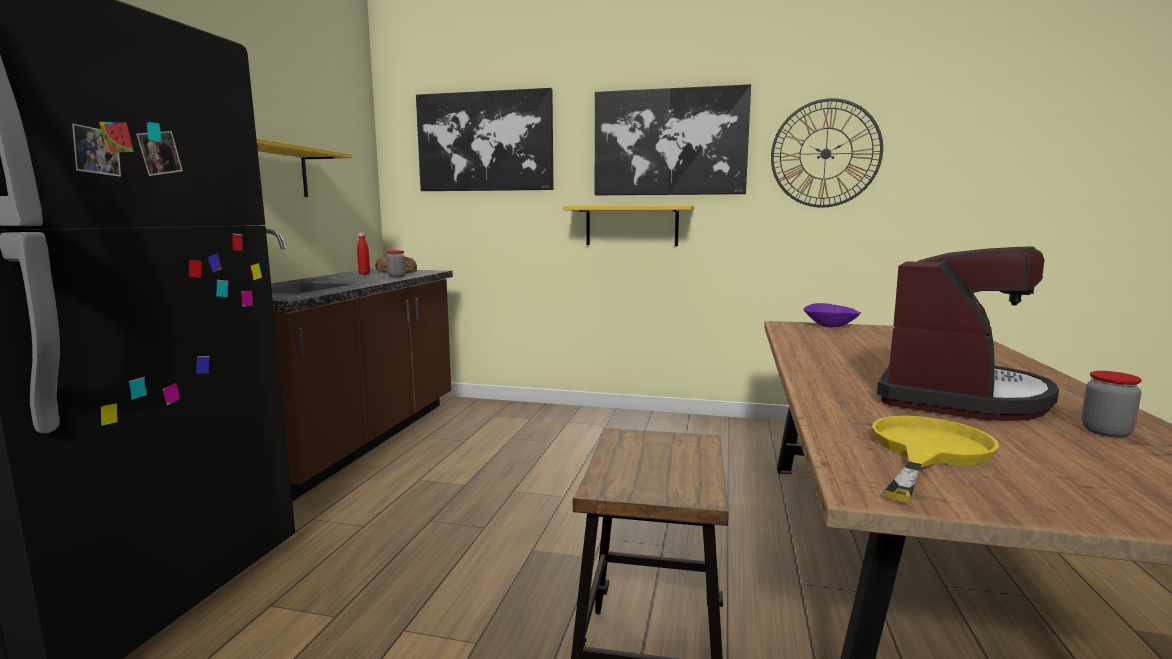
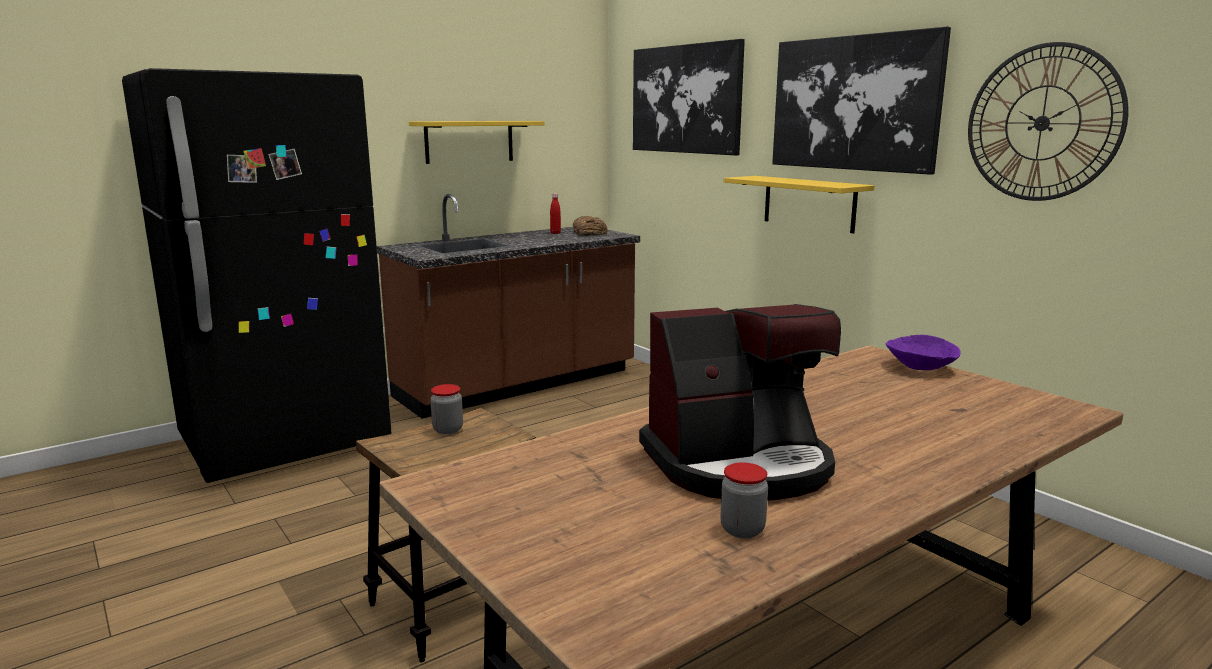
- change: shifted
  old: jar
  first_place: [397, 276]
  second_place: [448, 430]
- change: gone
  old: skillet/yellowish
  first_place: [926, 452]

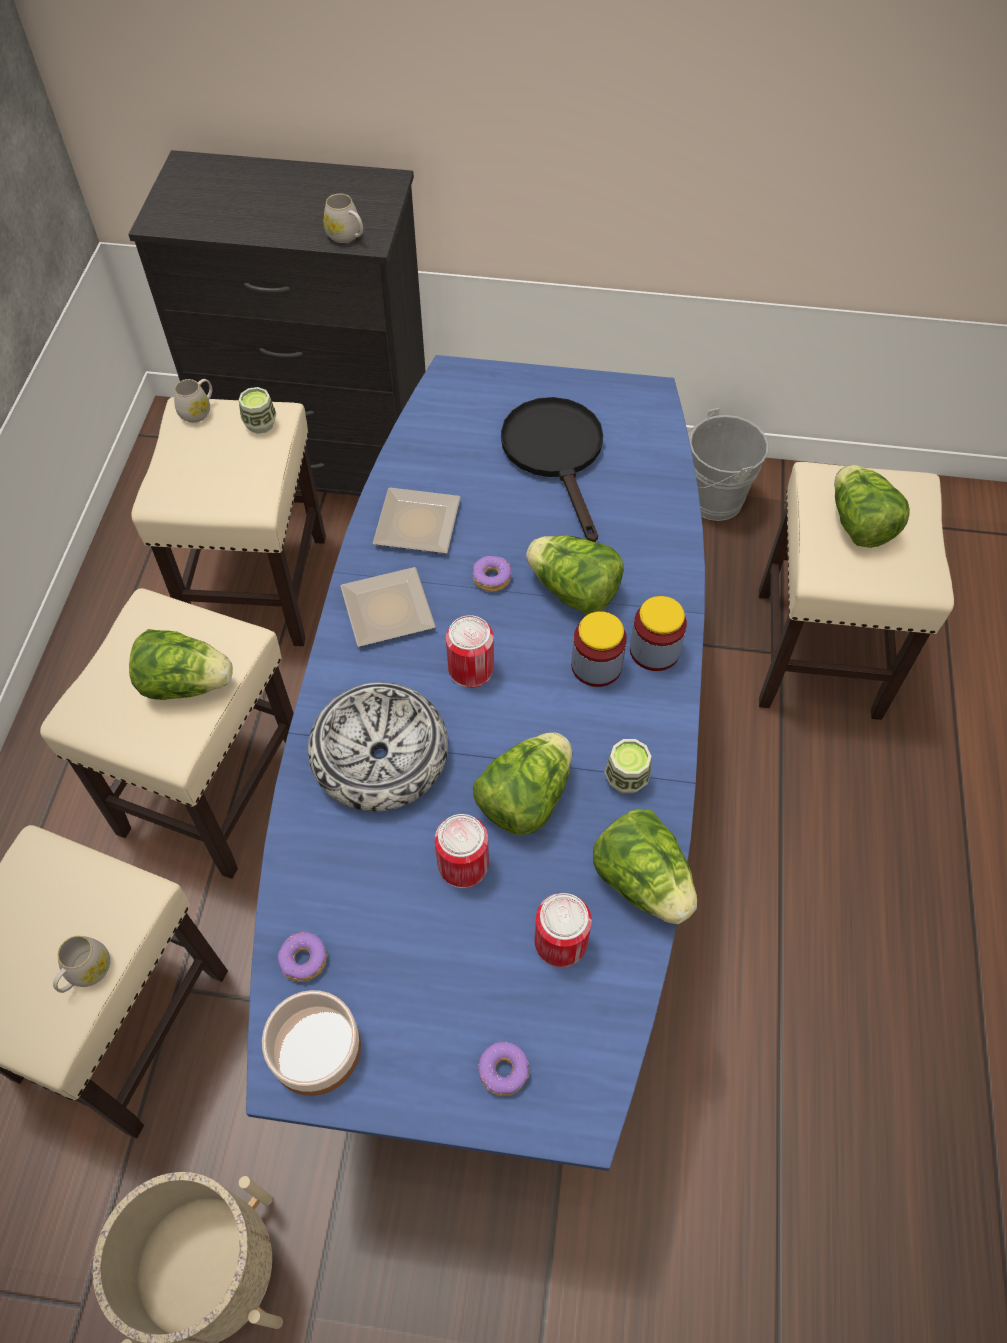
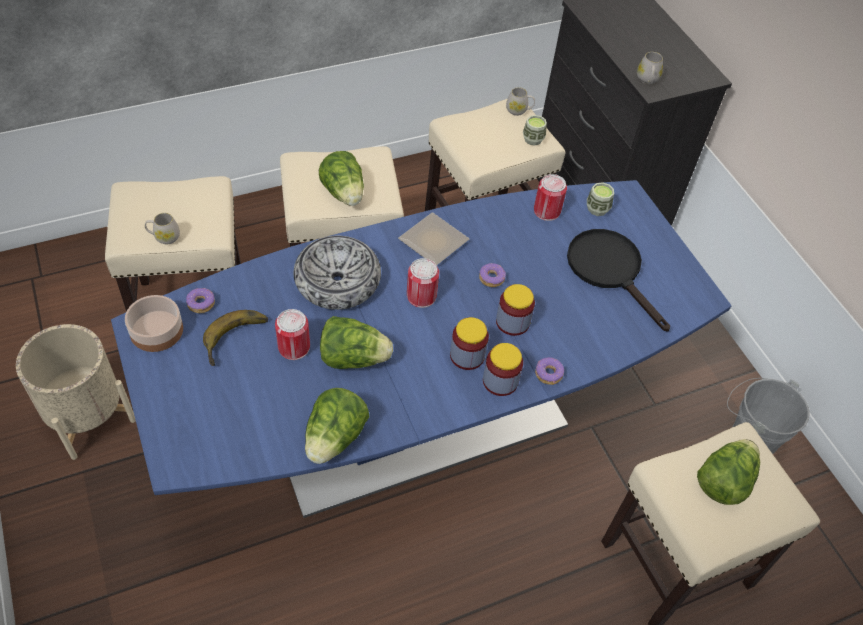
- change: new
  new: whole banana
  second_place: [238, 340]
- change: swapped
  old: head of lettuce
  new: jar
  first_place: [573, 591]
  second_place: [512, 322]
- change: shifted
  old: can
  first_place: [560, 942]
  second_place: [547, 211]
- change: shifted
  old: donut
  first_place: [504, 1071]
  second_place: [548, 374]
- change: rotated
  old: skillet/black-coloured
  first_place: [557, 455]
  second_place: [610, 270]
  degrees: -75
- change: shifted
  old: cup
  first_place: [626, 778]
  second_place: [597, 209]
- change: gone
  old: flat dish
  first_place: [415, 522]

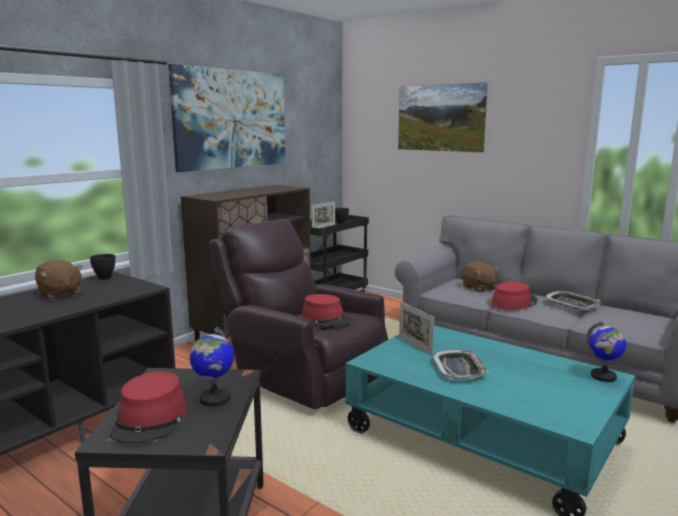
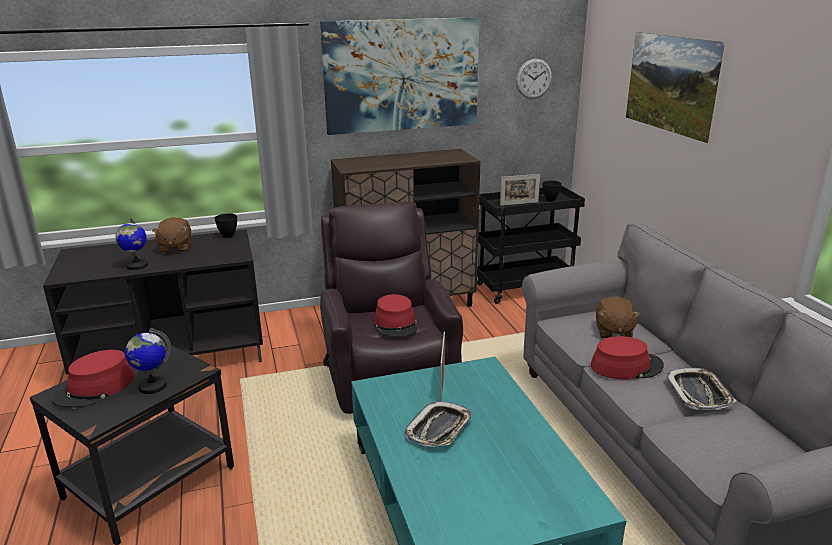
- change: shifted
  old: globe
  first_place: [603, 377]
  second_place: [137, 266]
- change: new
  new: hanging clock
  second_place: [534, 79]

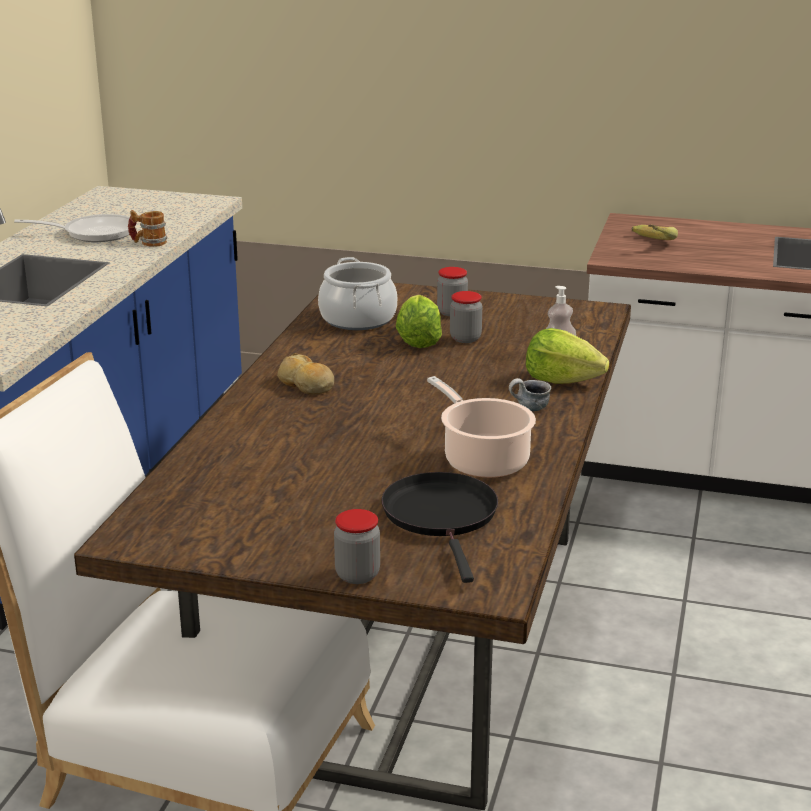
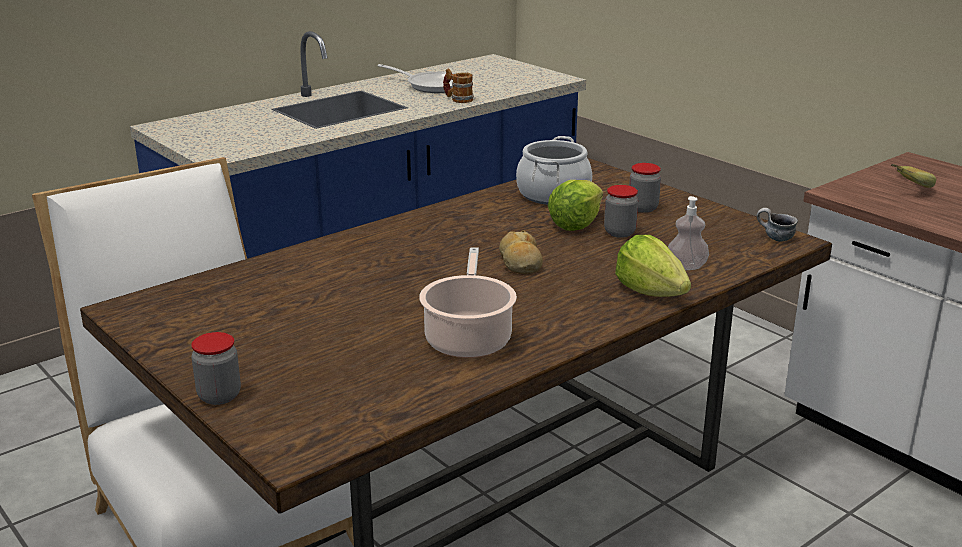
- change: shifted
  old: bakery bread
  first_place: [306, 385]
  second_place: [520, 262]
- change: shifted
  old: coffee mug
  first_place: [529, 409]
  second_place: [774, 239]
- change: gone
  old: skillet/black-coloured
  first_place: [442, 516]

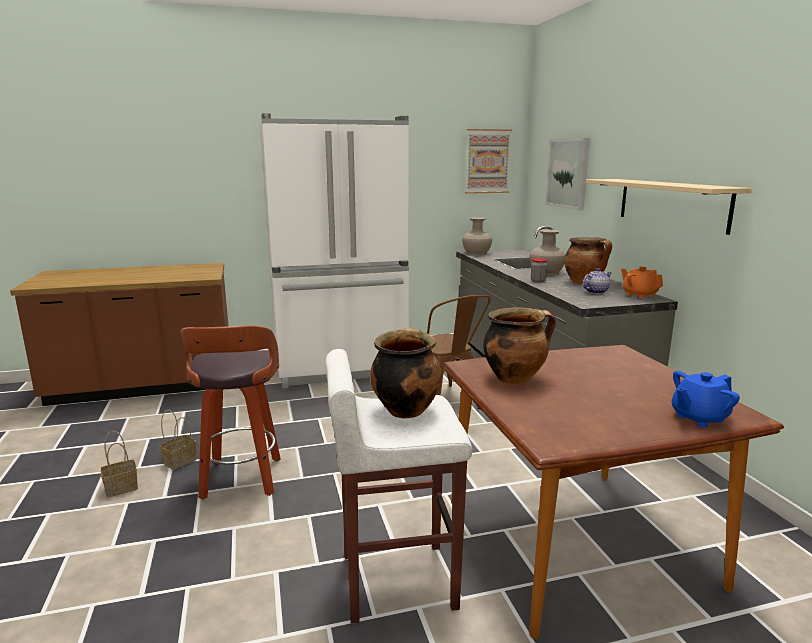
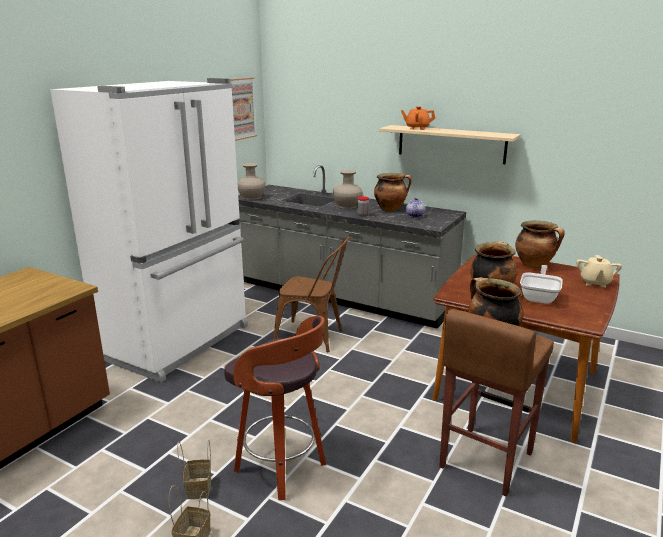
- change: shifted
  old: pot for tea/orangey
  first_place: [639, 295]
  second_place: [417, 128]
- change: repainted
  old: sitting stool/whitish
  new: sitting stool/brown-coloured
  first_place: [396, 580]
  second_place: [484, 460]
- change: new
  new: cooking pot
  second_place: [535, 265]
- change: new
  new: skillet
  second_place: [539, 297]
- change: repainted
  old: pot for tea/blue
  new: pot for tea/sand-coloured
  first_place: [699, 418]
  second_place: [595, 283]
- change: gone
  old: wall art
  first_place: [568, 173]

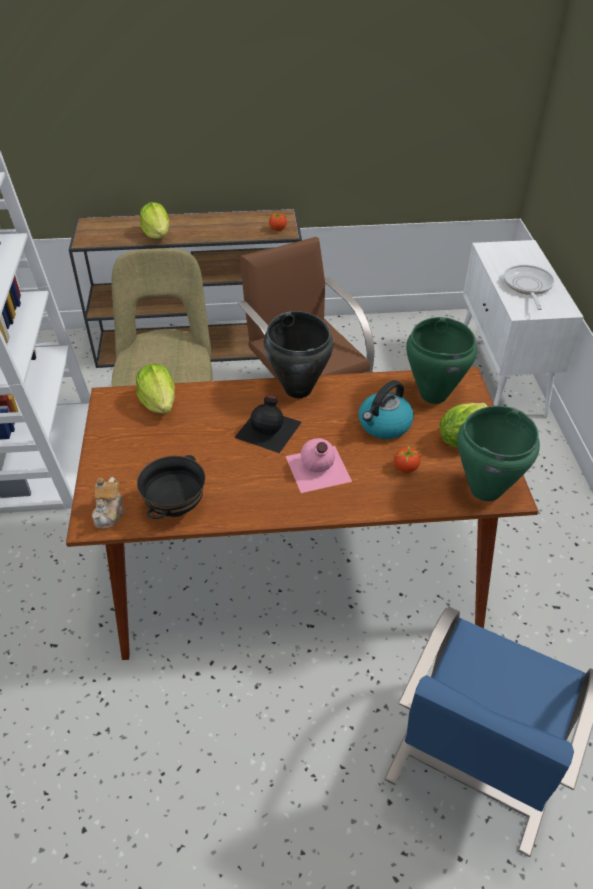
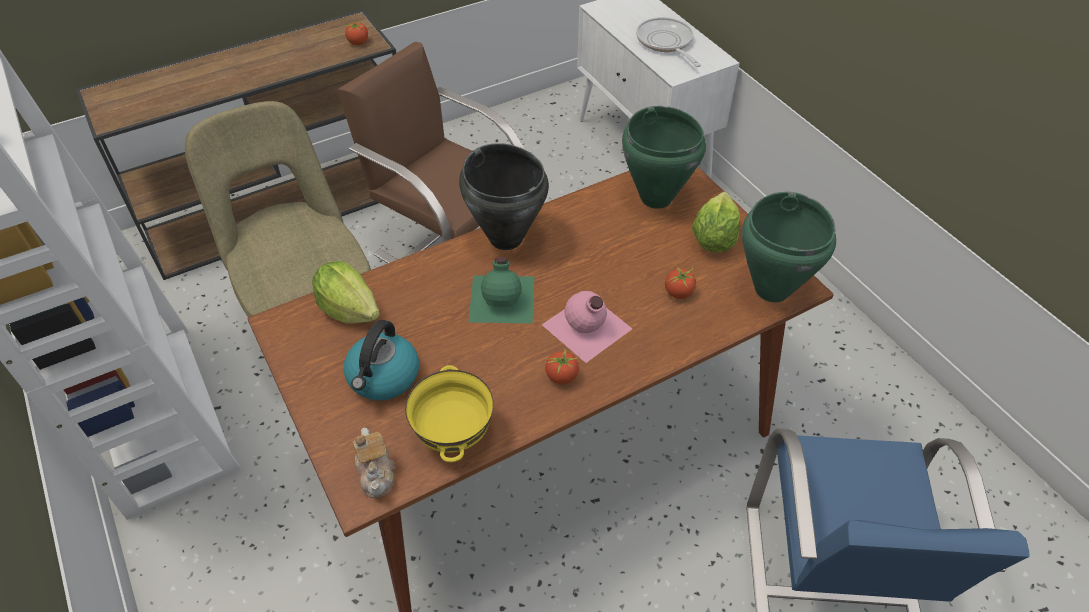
- change: shifted
  old: tea kettle
  first_place: [384, 425]
  second_place: [383, 377]
- change: repainted
  old: deep dish/black-coloured
  new: deep dish/yellowish
  first_place: [176, 508]
  second_place: [454, 435]
- change: repainted
  old: bottle/black-coloured
  new: bottle/green-coloured
  first_place: [269, 429]
  second_place: [503, 298]
- change: new
  new: tomato
  second_place: [562, 376]
- change: gone
  old: head of lettuce
  first_place: [157, 234]

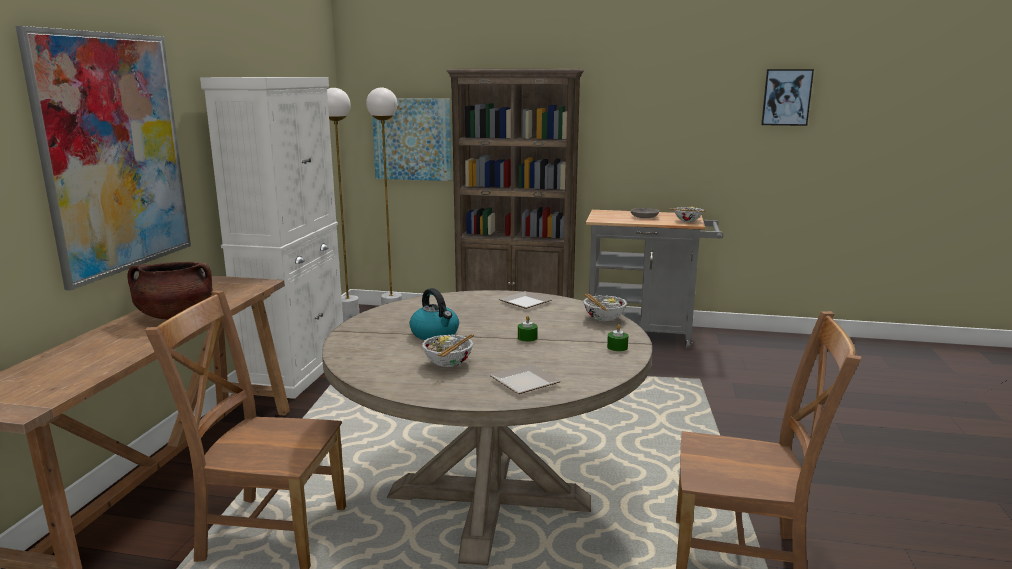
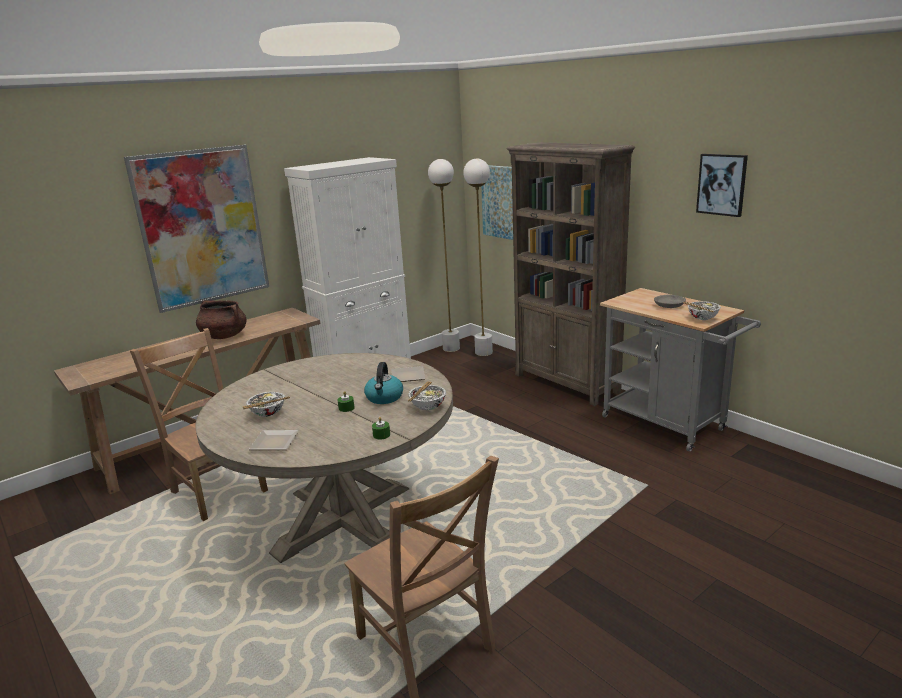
- change: shifted
  old: tea kettle
  first_place: [435, 334]
  second_place: [384, 398]
- change: shifted
  old: wall art
  first_place: [786, 97]
  second_place: [722, 184]

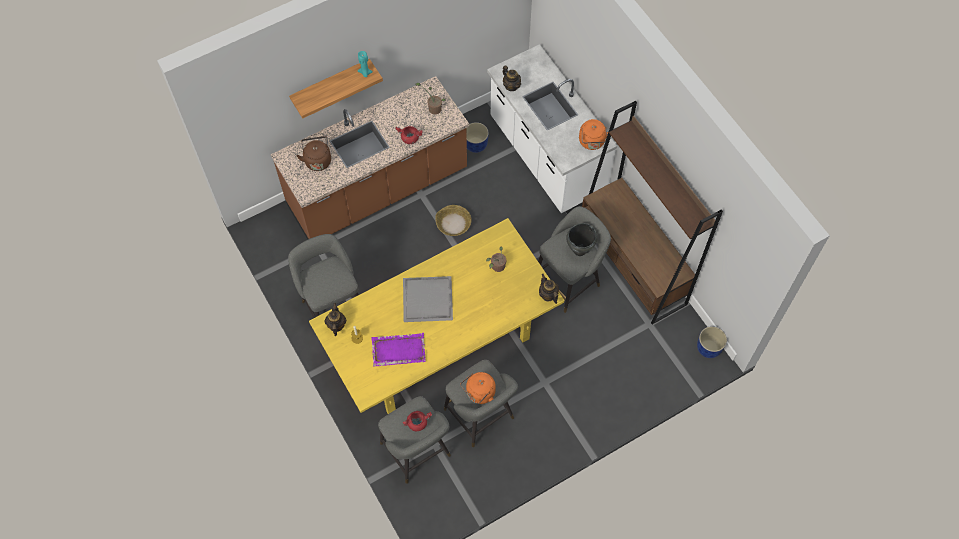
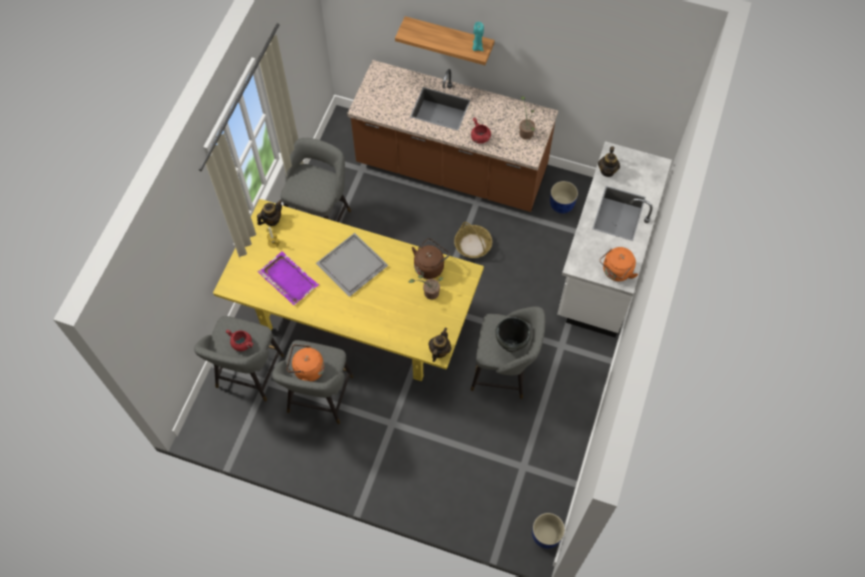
- change: shifted
  old: tea kettle/brown-coloured
  first_place: [317, 160]
  second_place: [430, 266]
- change: gone
  old: bookshelf/brown-coloured
  first_place: [632, 264]

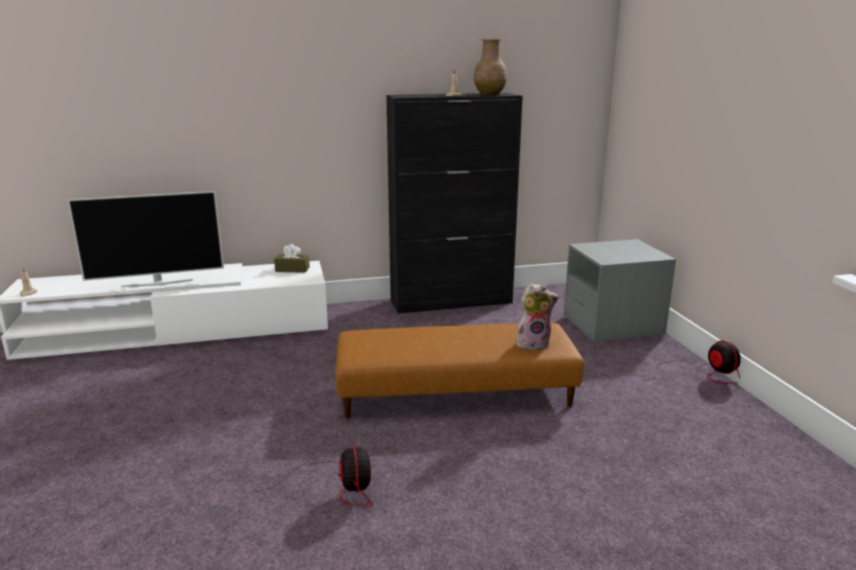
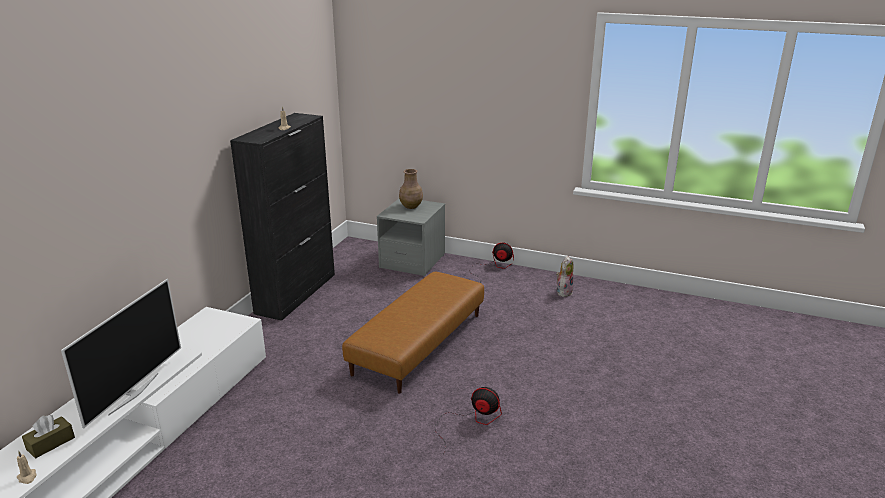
- change: shifted
  old: box of tissues/brown-coloured
  first_place: [292, 269]
  second_place: [50, 443]
- change: shifted
  old: vase/brown-coloured
  first_place: [489, 94]
  second_place: [411, 206]
- change: shifted
  old: soft toy
  first_place: [533, 344]
  second_place: [563, 291]

